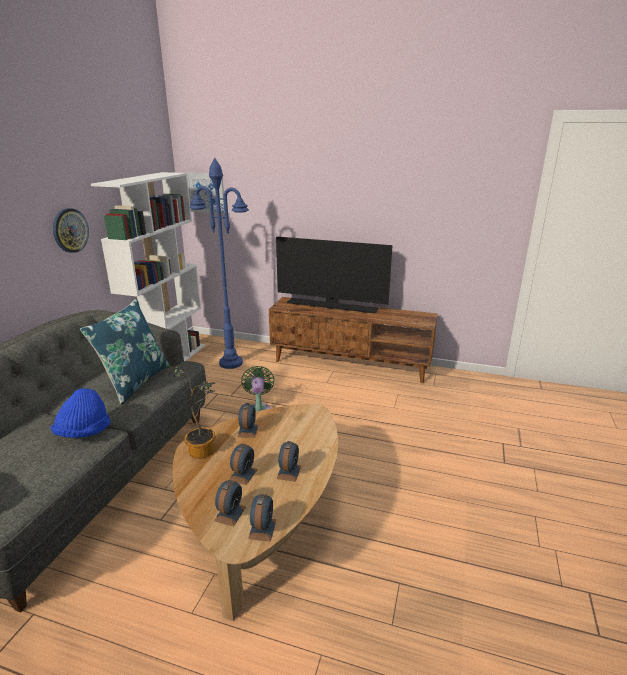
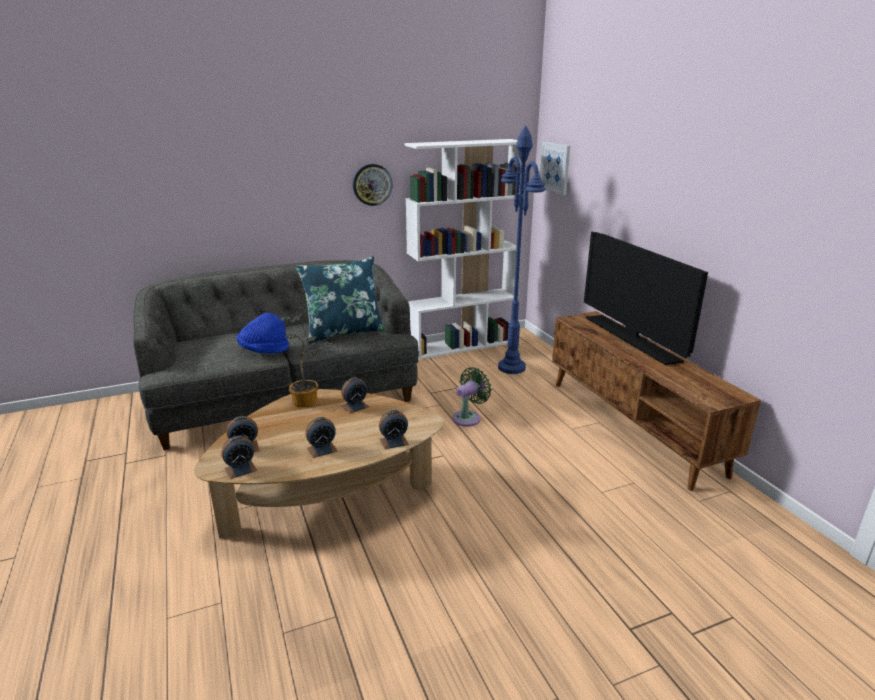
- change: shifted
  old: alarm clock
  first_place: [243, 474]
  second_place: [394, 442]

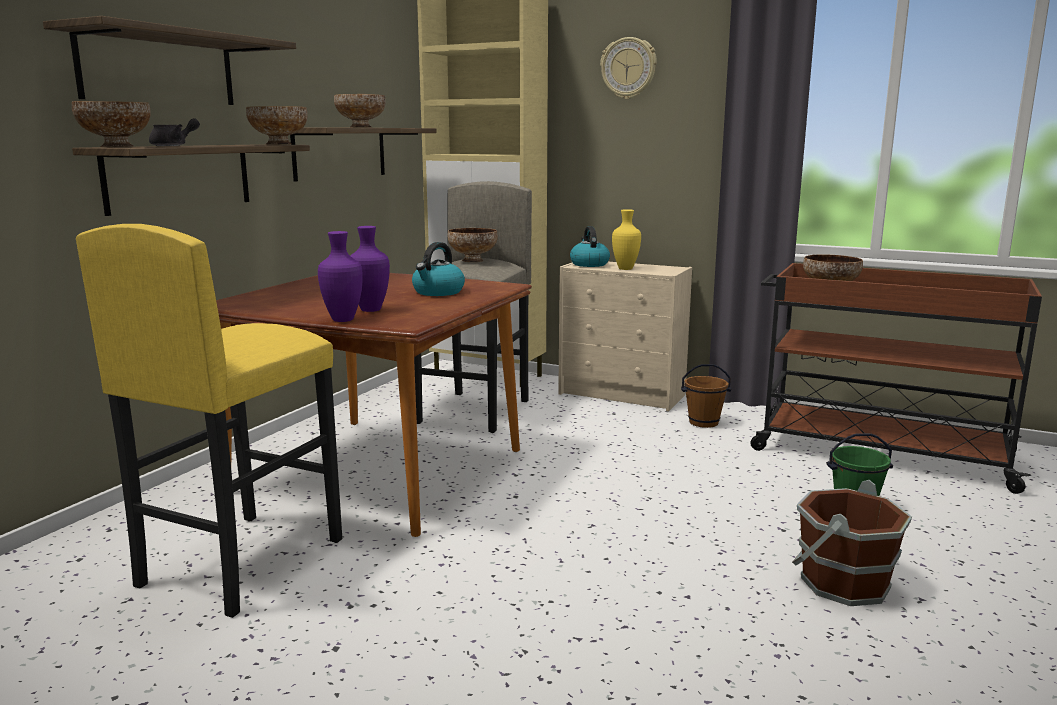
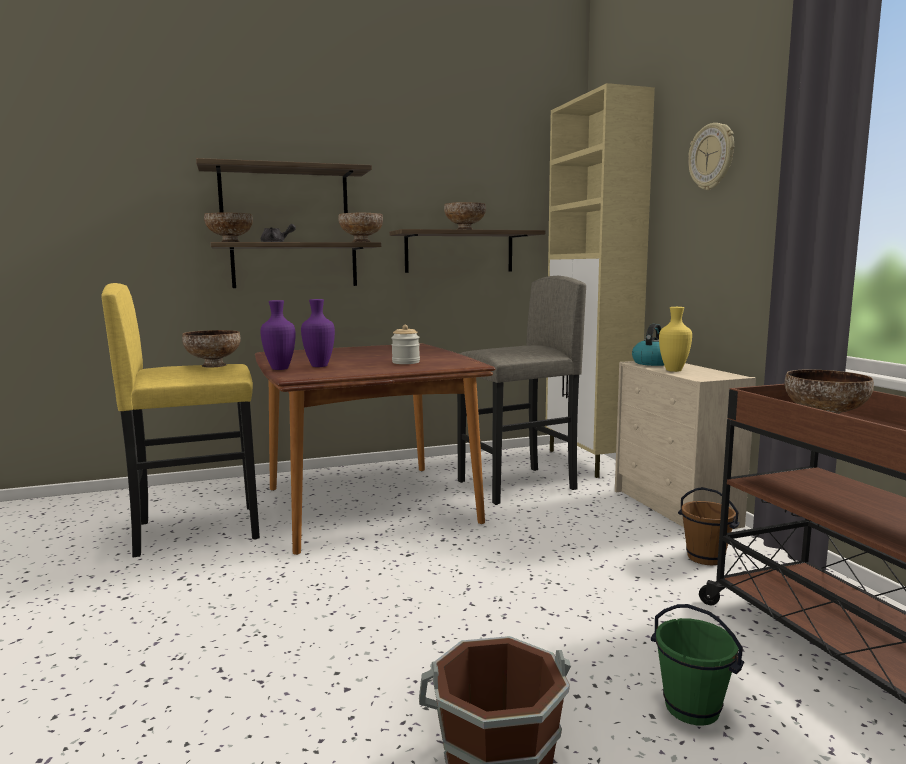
- change: shifted
  old: deep dish
  first_place: [472, 261]
  second_place: [213, 365]
- change: swapped
  old: tea kettle
  new: jar
  first_place: [438, 292]
  second_place: [405, 362]

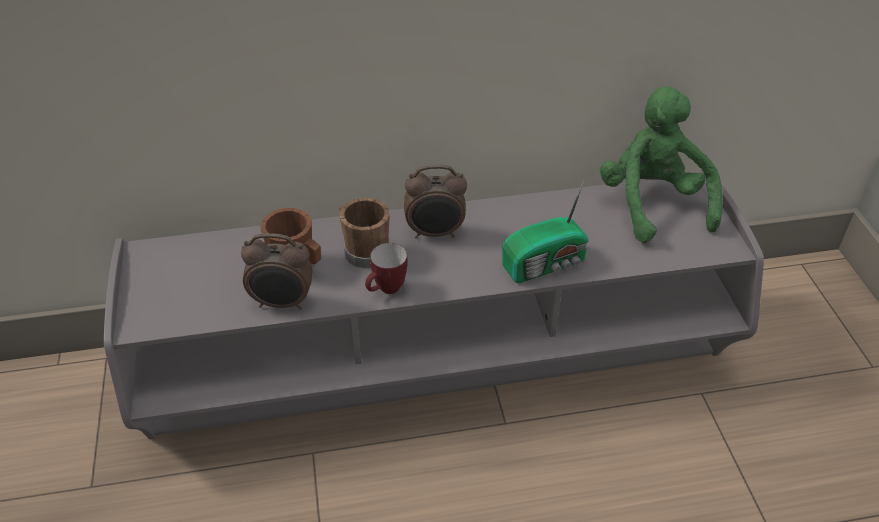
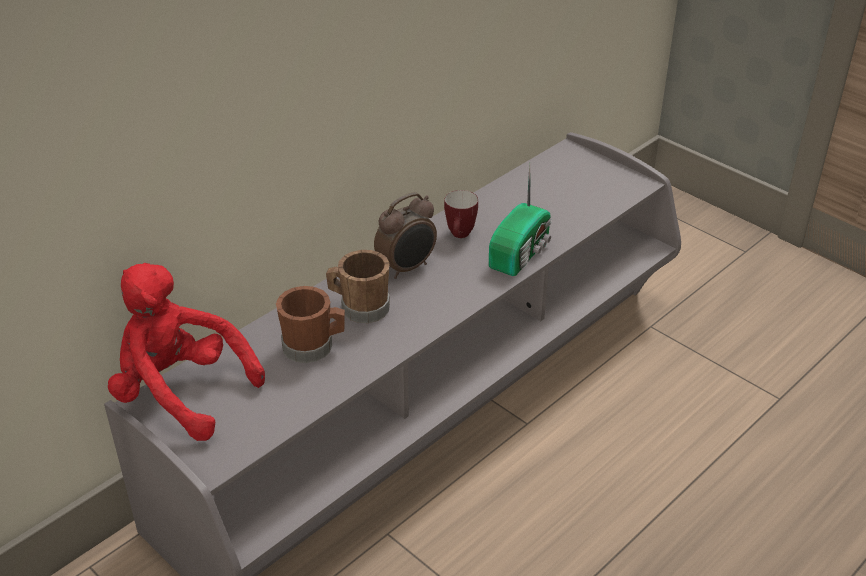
- change: new
  new: soft toy/reddish
  second_place: [181, 393]
- change: shifted
  old: coffee mug
  first_place: [386, 291]
  second_place: [460, 236]
- change: gone
  old: alarm clock
  first_place: [282, 303]
- change: gone
  old: soft toy/green-coloured
  first_place: [652, 204]

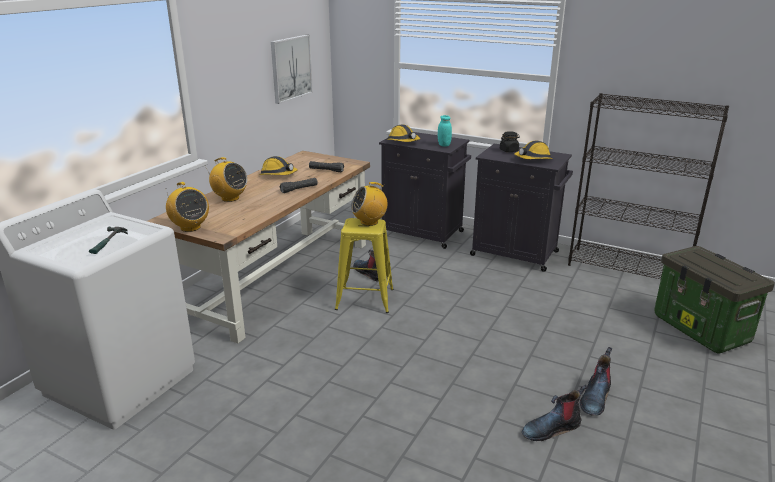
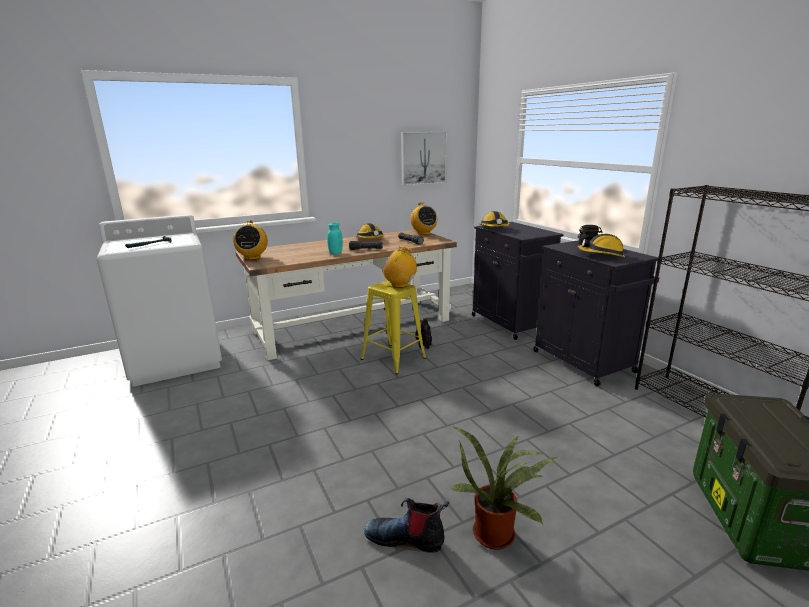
- change: shifted
  old: jar/turquoise-coloured
  first_place: [444, 145]
  second_place: [335, 253]
- change: shifted
  old: radio receiver
  first_place: [230, 198]
  second_place: [423, 233]
- change: swapped
  old: boot
  new: plant in a pot
  first_place: [595, 398]
  second_place: [496, 532]

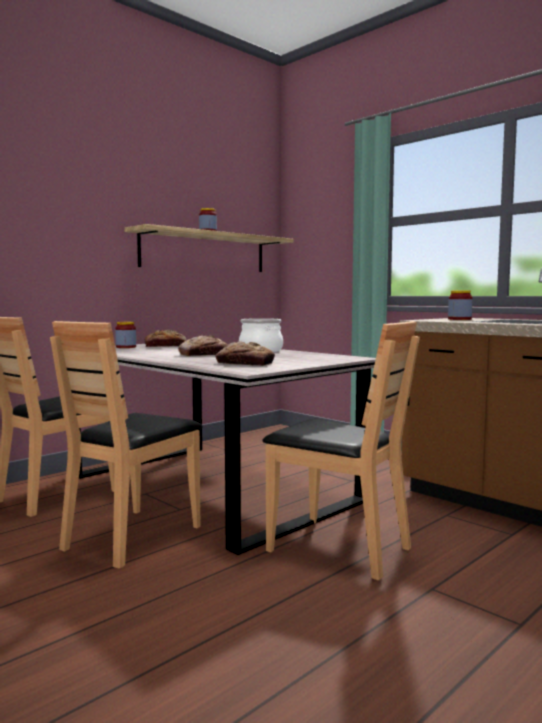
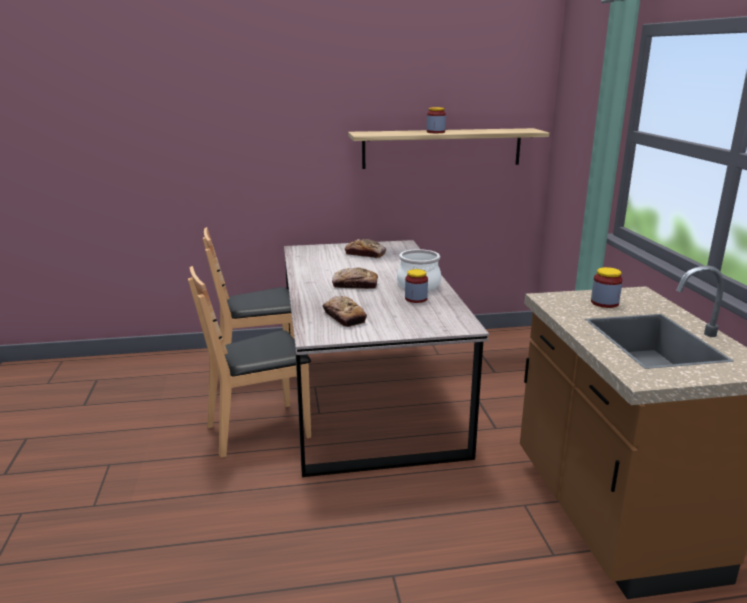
- change: shifted
  old: jar
  first_place: [126, 347]
  second_place: [416, 299]
- change: gone
  old: chair/brown-coloured
  first_place: [338, 548]

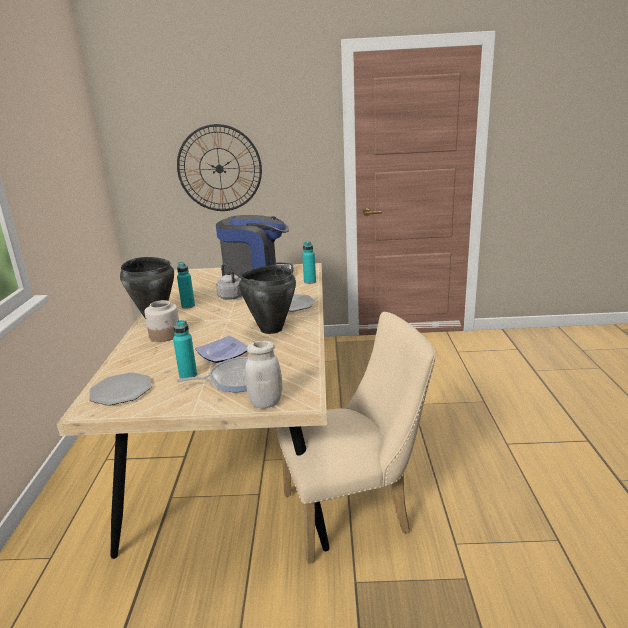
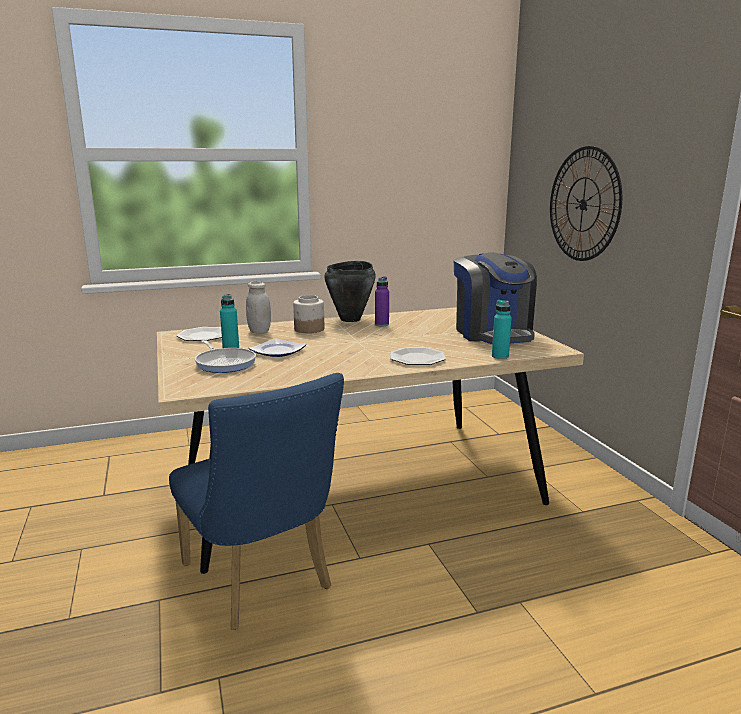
- change: repainted
  old: chair/sand-coloured
  new: chair/blue
  first_place: [354, 512]
  second_place: [262, 582]
- change: shifted
  old: jar/whitish
  first_place: [266, 403]
  second_place: [259, 331]
- change: repainted
  old: bottle/turquoise-coloured
  new: bottle/purple-coloured
  first_place: [188, 306]
  second_place: [381, 324]
- change: gone
  old: tea kettle/gray
  first_place: [232, 297]
- change: gone
  old: cooking pot/black-coloured
  first_place: [270, 329]

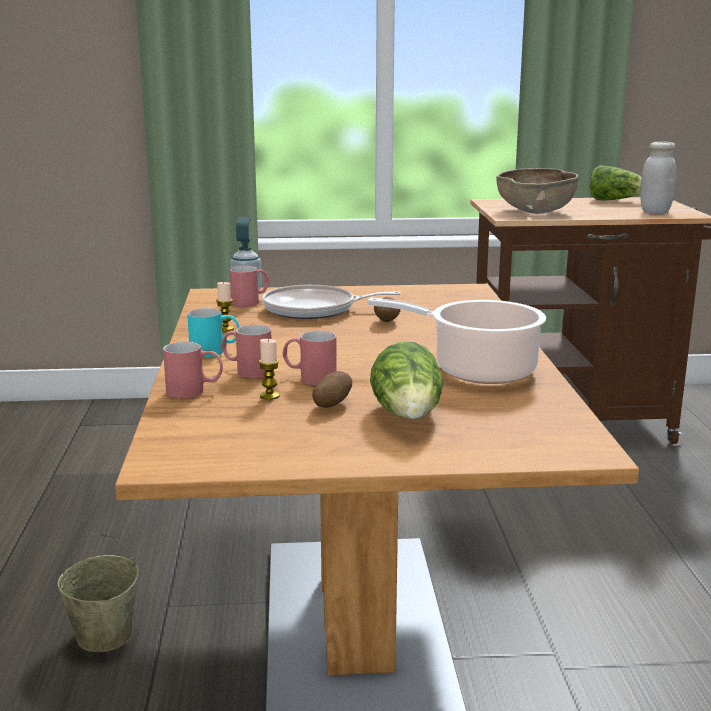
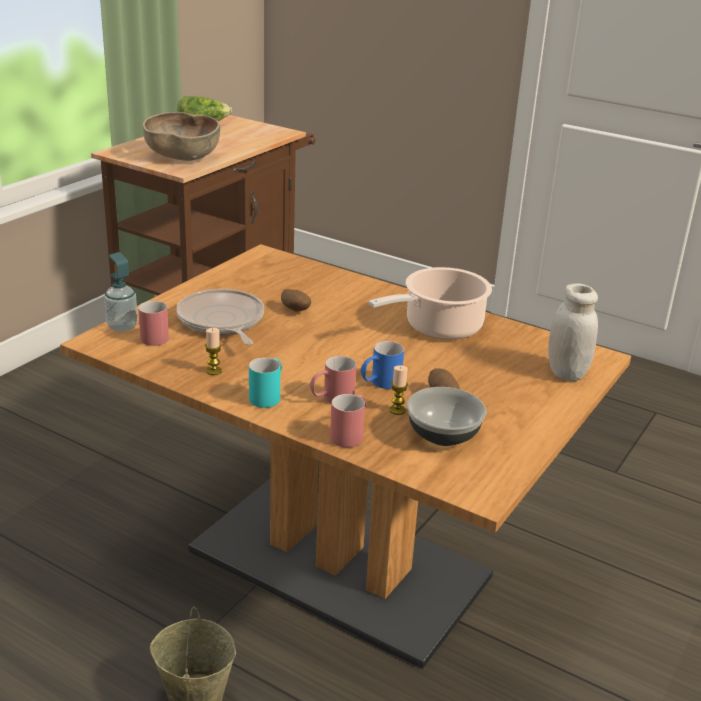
- change: rotated
  old: skillet
  first_place: [314, 310]
  second_place: [222, 322]
  degrees: 120
- change: repainted
  old: coffee mug/reddish
  new: coffee mug/blue
  first_place: [309, 378]
  second_place: [380, 383]
- change: new
  new: deep dish
  second_place: [444, 436]
- change: shifted
  old: jar/whitish
  first_place: [655, 211]
  second_place: [566, 373]
- change: gone
  old: head of lettuce
  first_place: [408, 416]

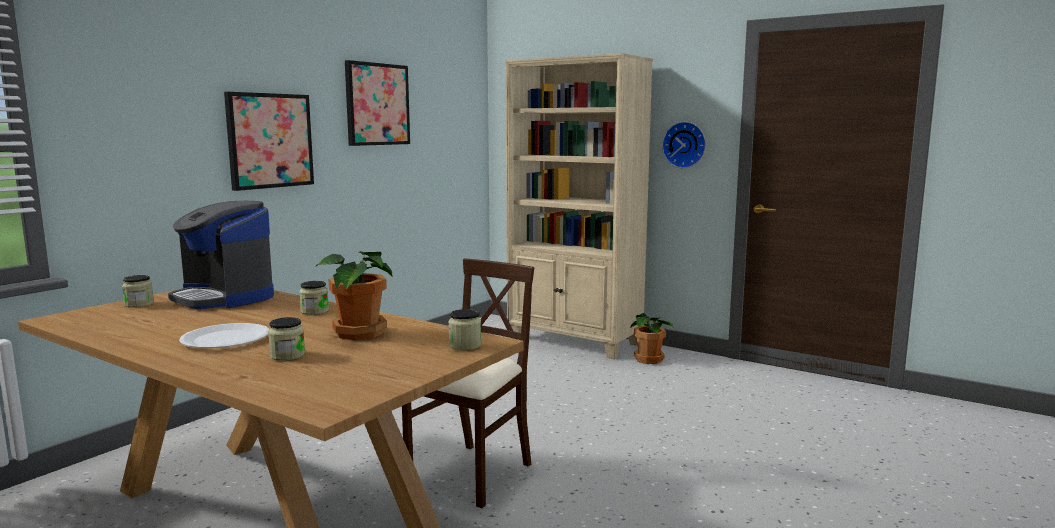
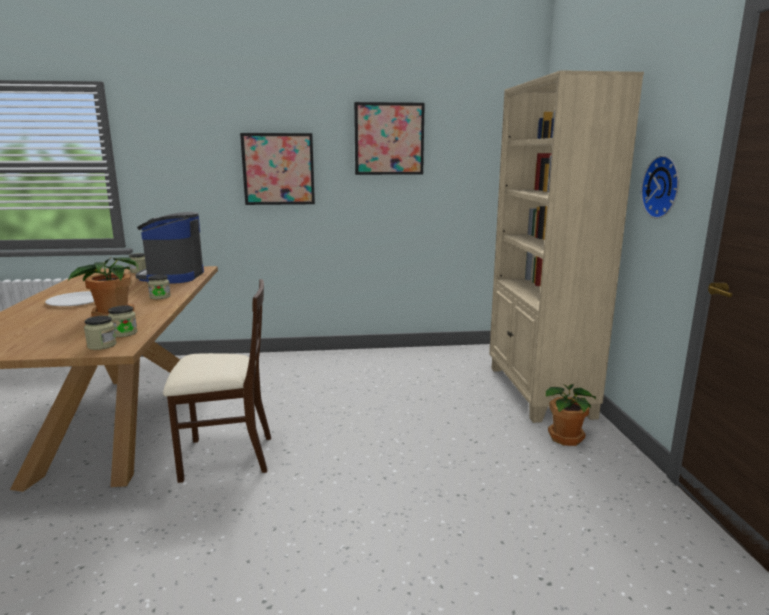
- change: shifted
  old: jar
  first_place: [287, 355]
  second_place: [124, 333]

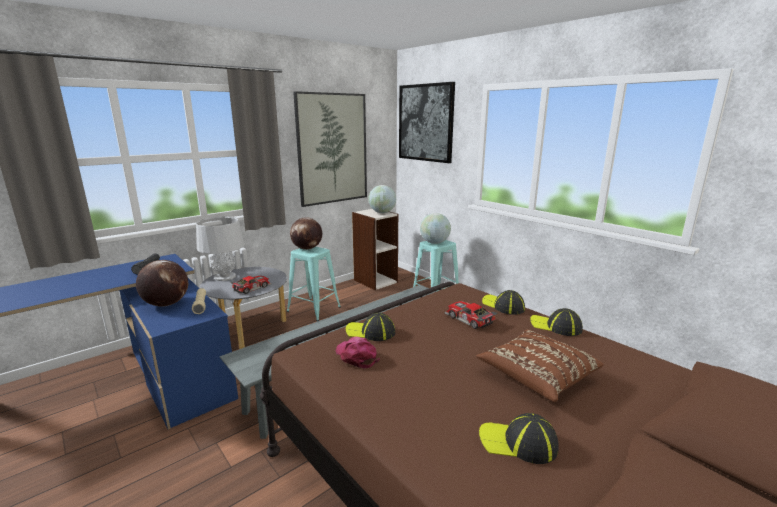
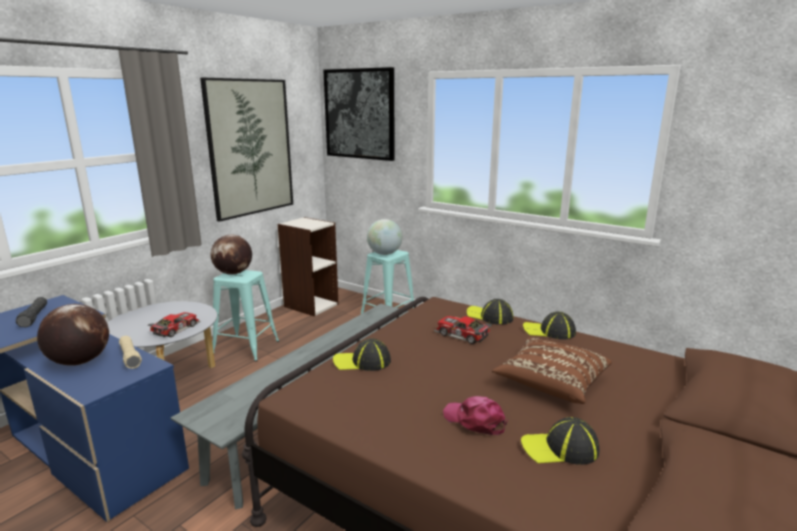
- change: shifted
  old: peaked cap/pink
  first_place: [356, 356]
  second_place: [475, 420]
- change: gone
  old: tabletop lamp/gray
  first_place: [225, 277]
- change: gone
  old: globe
  first_place: [382, 212]

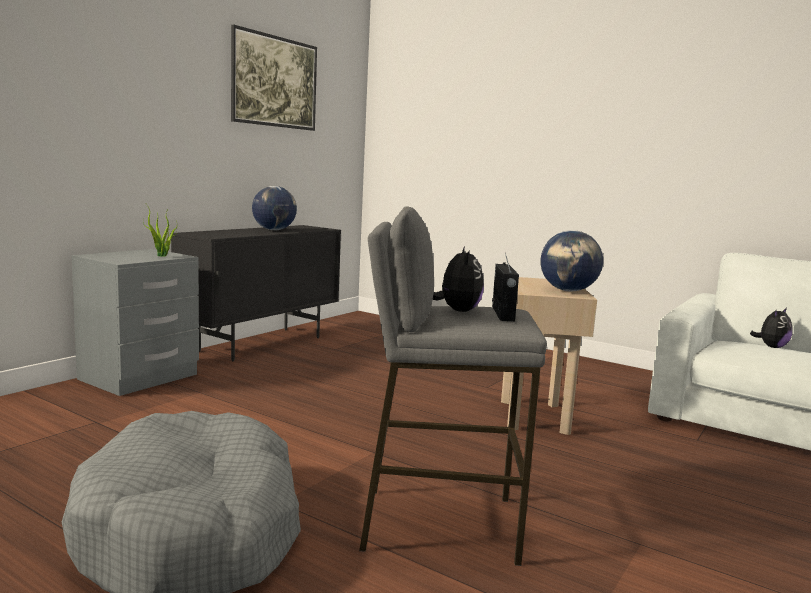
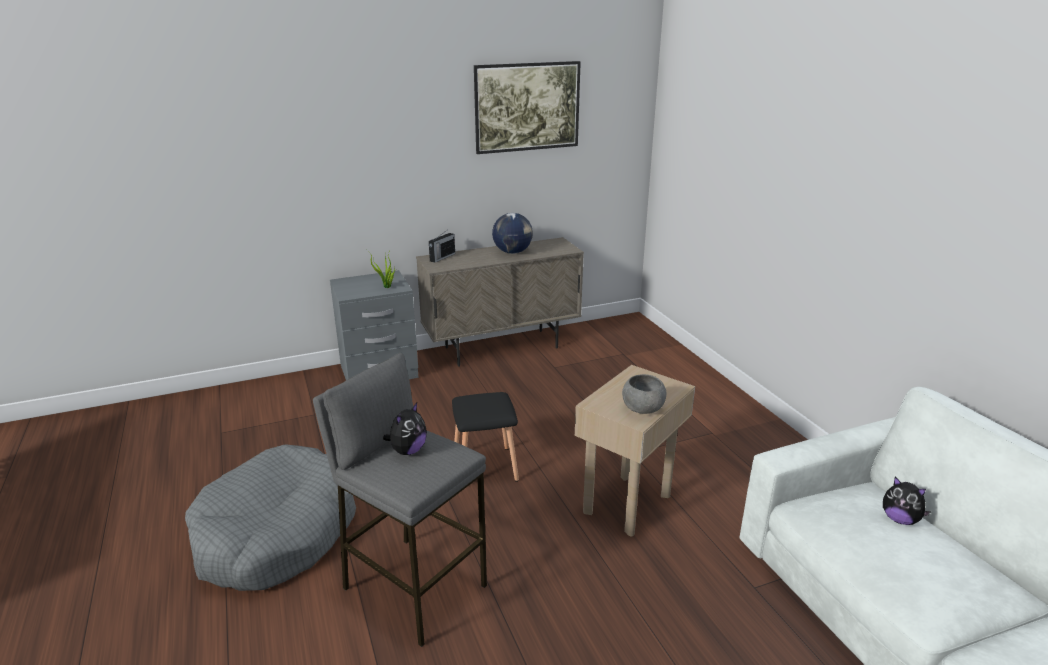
- change: repainted
  old: cabinet/black-coloured
  new: cabinet/sand-coloured
  first_place: [262, 344]
  second_place: [502, 348]
- change: shifted
  old: radio receiver
  first_place: [502, 313]
  second_place: [442, 257]
- change: new
  new: sitting stool/black-coloured
  second_place: [486, 466]
- change: swapped
  old: globe
  new: deep dish/gray
  first_place: [568, 291]
  second_place: [642, 408]
- change: rotated
  old: soft toy
  first_place: [771, 347]
  second_place: [900, 519]
  degrees: 45

